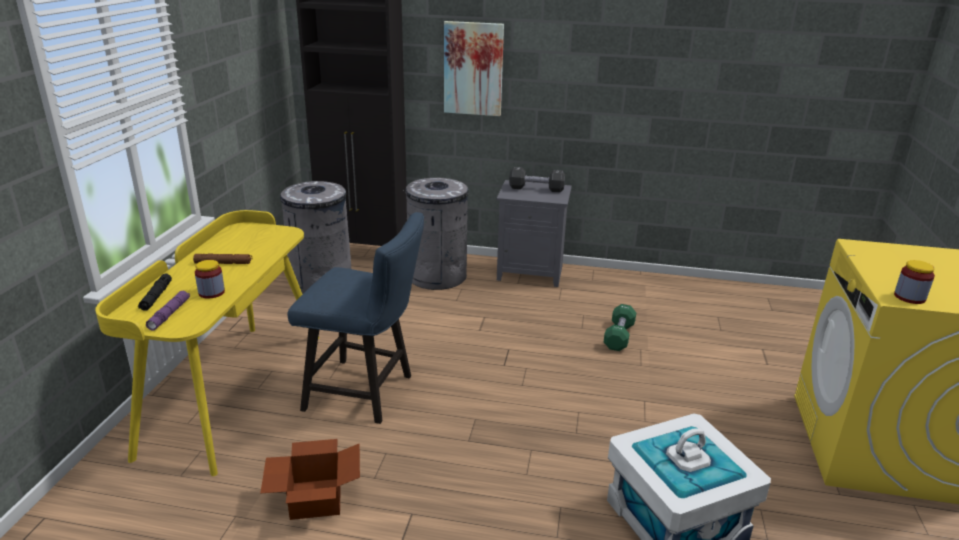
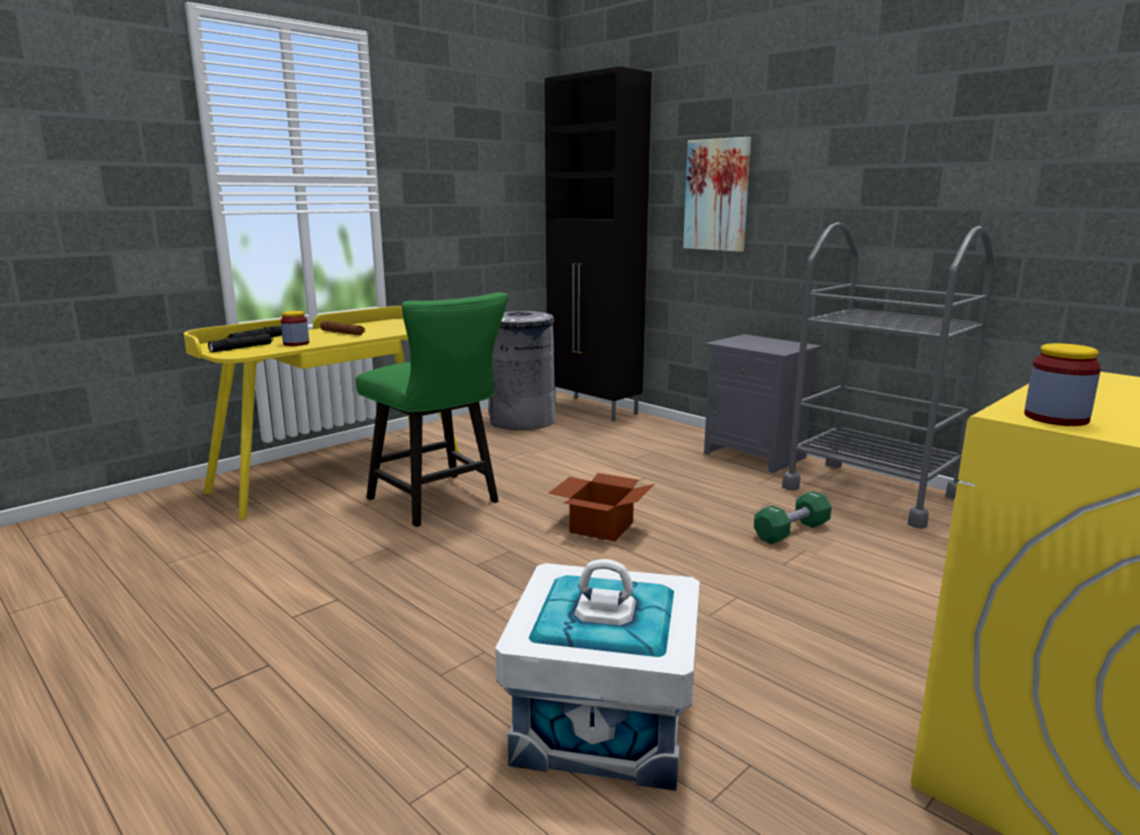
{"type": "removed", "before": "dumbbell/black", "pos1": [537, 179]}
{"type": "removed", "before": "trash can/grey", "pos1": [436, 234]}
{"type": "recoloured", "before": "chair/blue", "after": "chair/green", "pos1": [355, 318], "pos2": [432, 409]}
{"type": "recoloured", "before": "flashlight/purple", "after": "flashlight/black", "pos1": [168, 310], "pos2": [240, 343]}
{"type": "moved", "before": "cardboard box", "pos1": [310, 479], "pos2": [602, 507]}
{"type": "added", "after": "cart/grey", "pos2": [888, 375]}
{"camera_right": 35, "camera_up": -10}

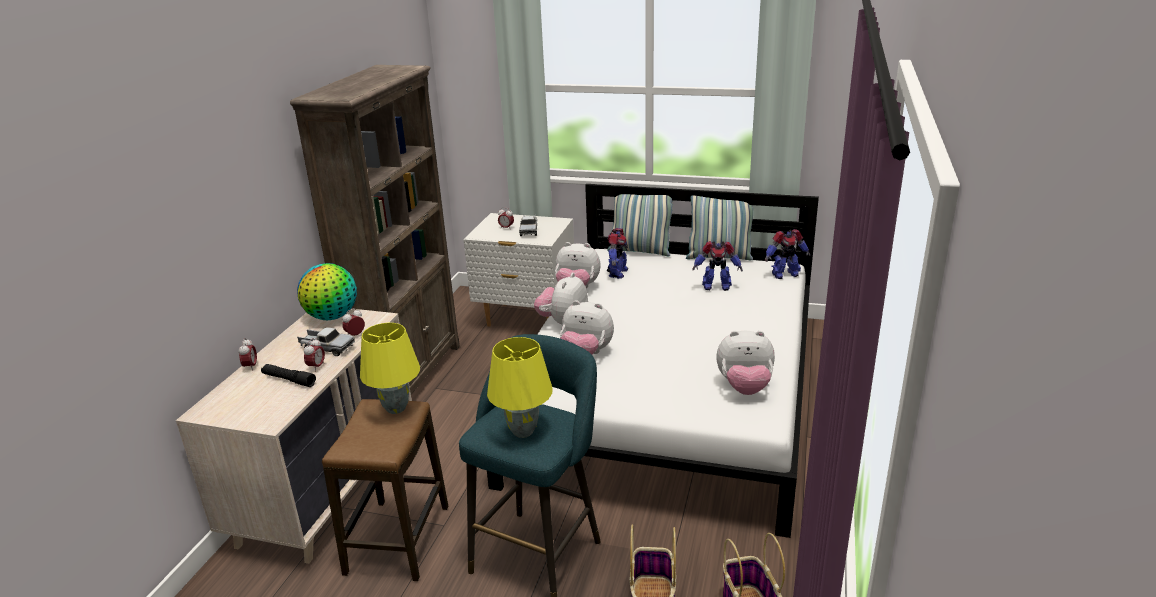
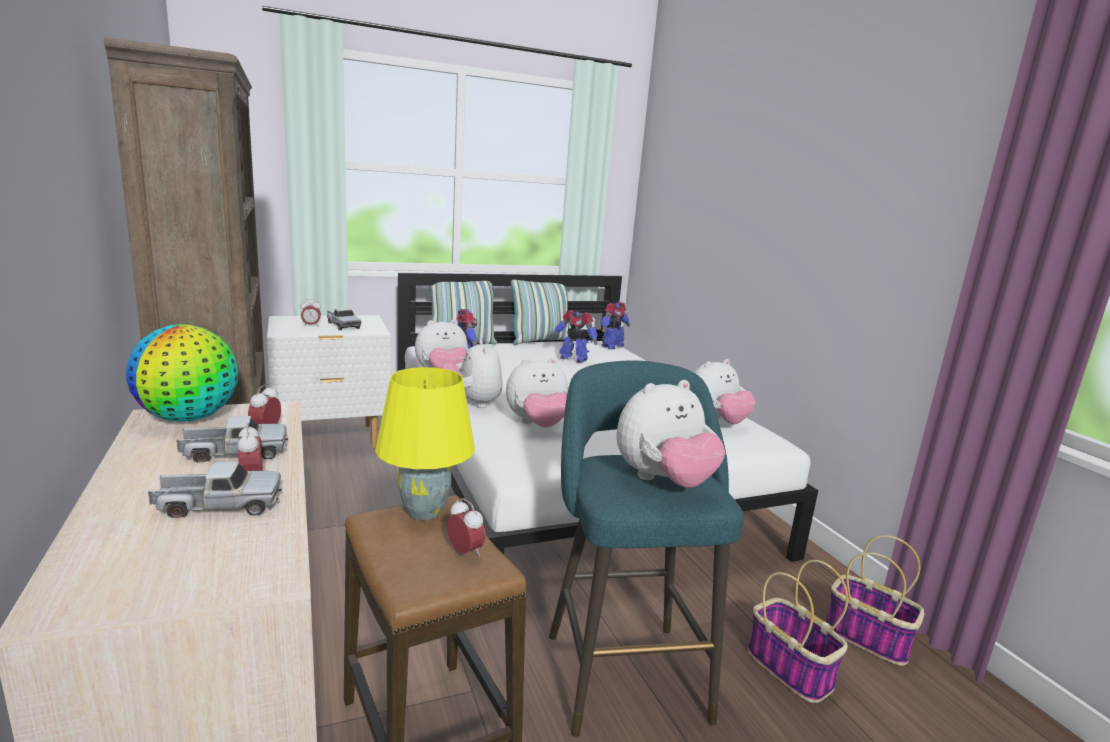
{"type": "turned", "before": "toy robot", "pos1": [718, 266], "pos2": [574, 336], "turn": 60}
{"type": "replaced", "before": "table lamp/yellow", "after": "plush toy", "pos1": [520, 387], "pos2": [671, 434]}
{"type": "moved", "before": "alarm clock", "pos1": [248, 354], "pos2": [466, 527]}
{"type": "replaced", "before": "flashlight/black", "after": "toy truck", "pos1": [288, 375], "pos2": [215, 490]}
{"camera_right": -40, "camera_up": -10}

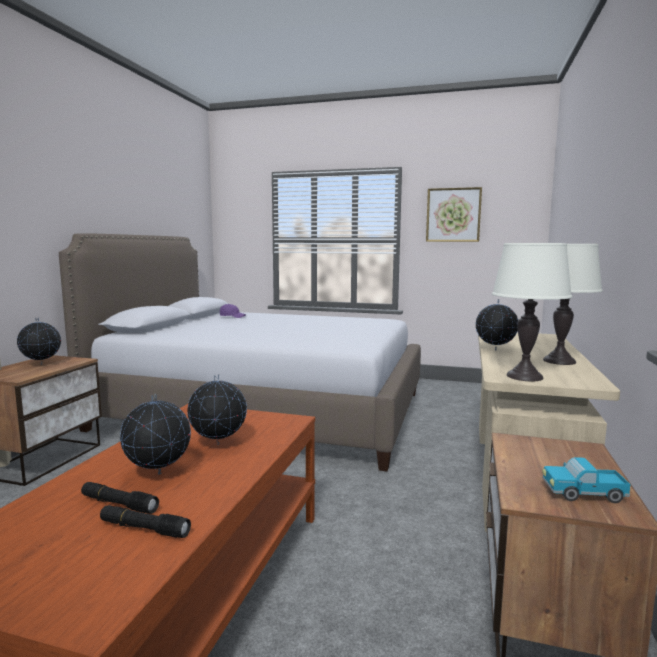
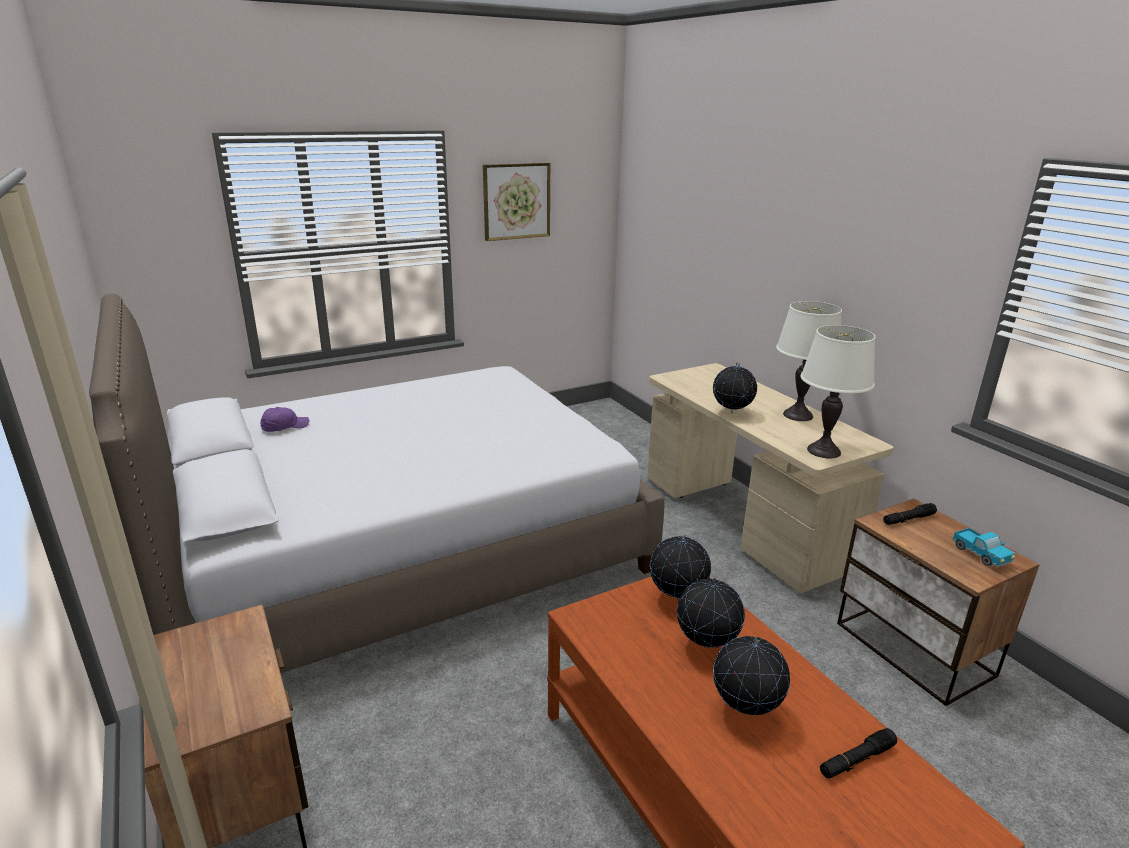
{"type": "moved", "before": "globe", "pos1": [39, 341], "pos2": [680, 566]}
{"type": "turned", "before": "toy truck", "pos1": [586, 480], "pos2": [983, 547], "turn": -75}
{"type": "moved", "before": "flashlight/black", "pos1": [120, 498], "pos2": [910, 514]}
{"camera_right": -45, "camera_up": 15}

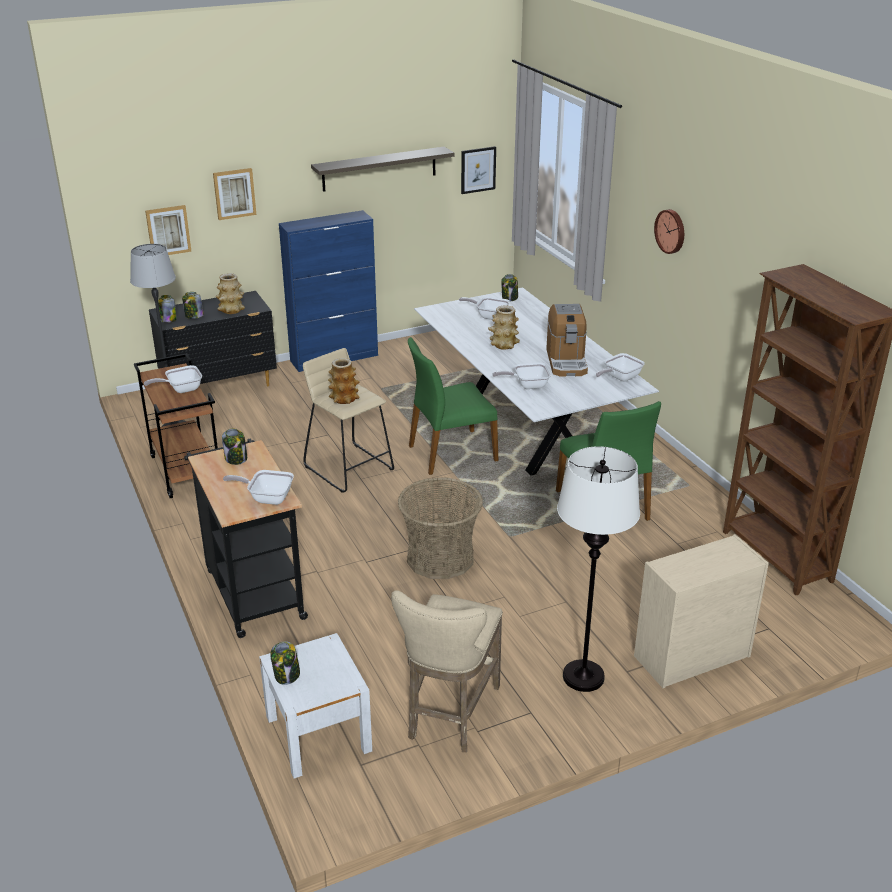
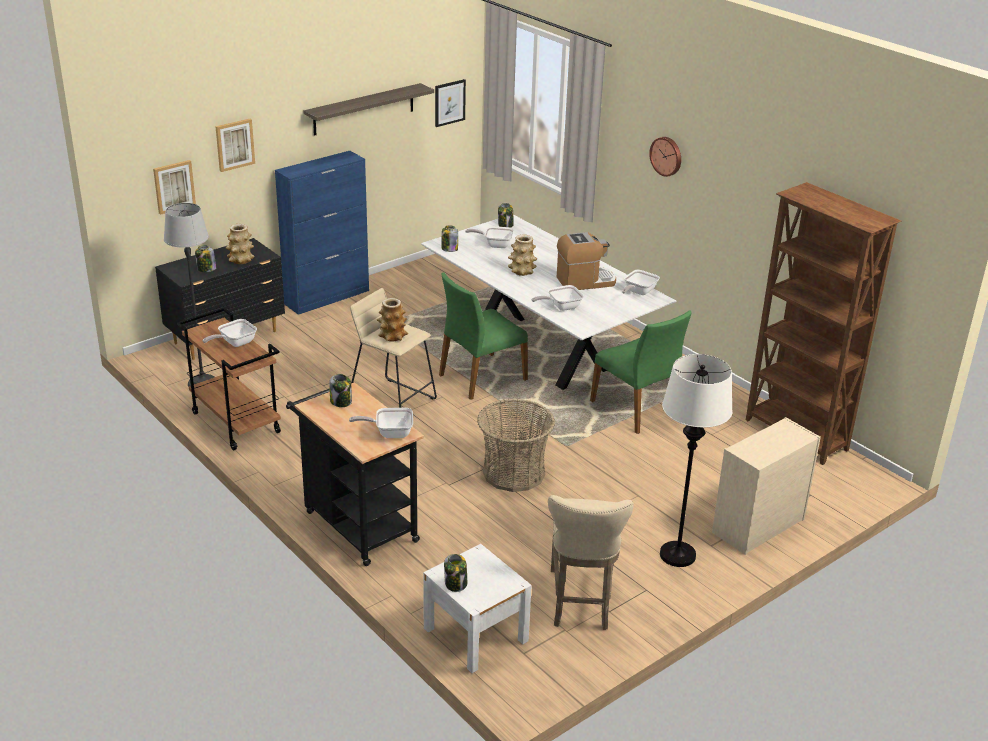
{"type": "moved", "before": "jar", "pos1": [167, 309], "pos2": [449, 238]}
{"type": "turned", "before": "coffee machine", "pos1": [567, 340], "pos2": [586, 261], "turn": -90}
{"camera_right": -15, "camera_up": 0}

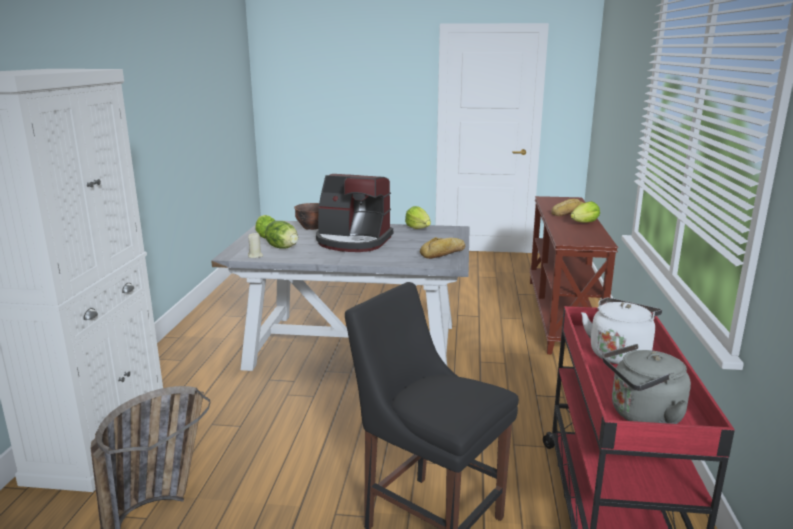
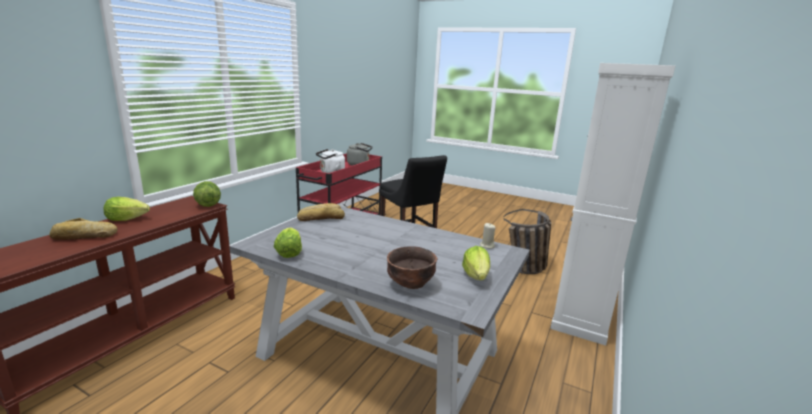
{"type": "removed", "before": "coffee machine", "pos1": [354, 213]}
{"type": "moved", "before": "lettuce", "pos1": [281, 235], "pos2": [207, 194]}
{"camera_right": -160, "camera_up": 0}

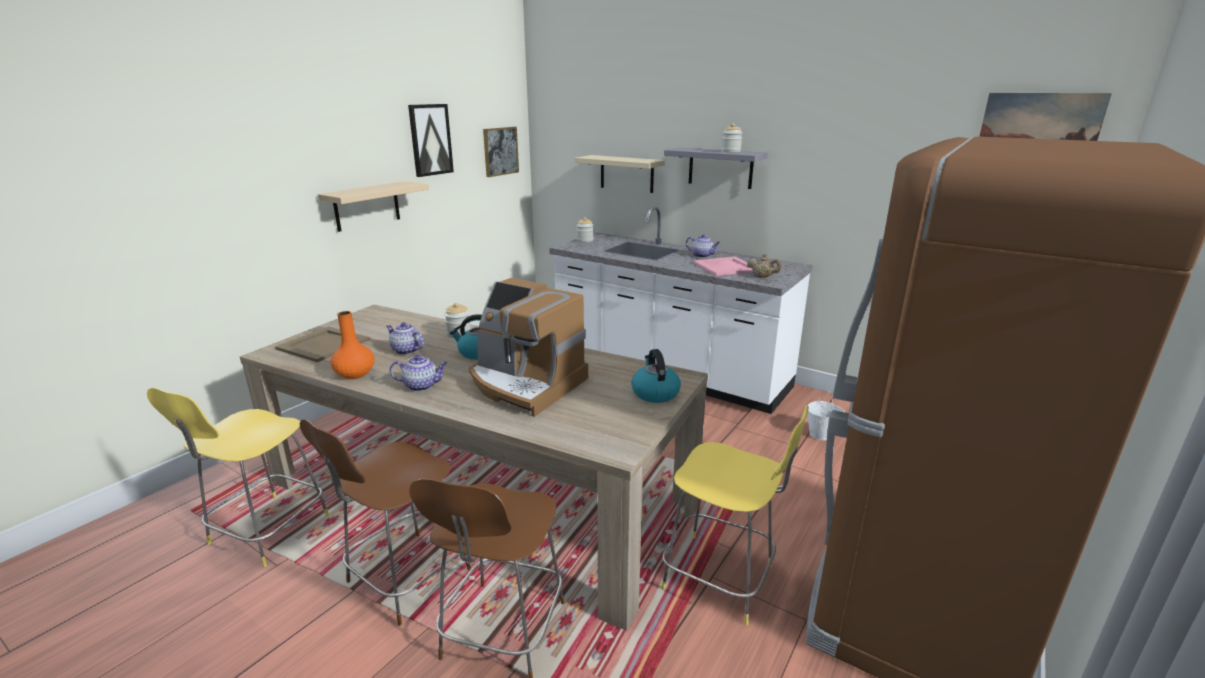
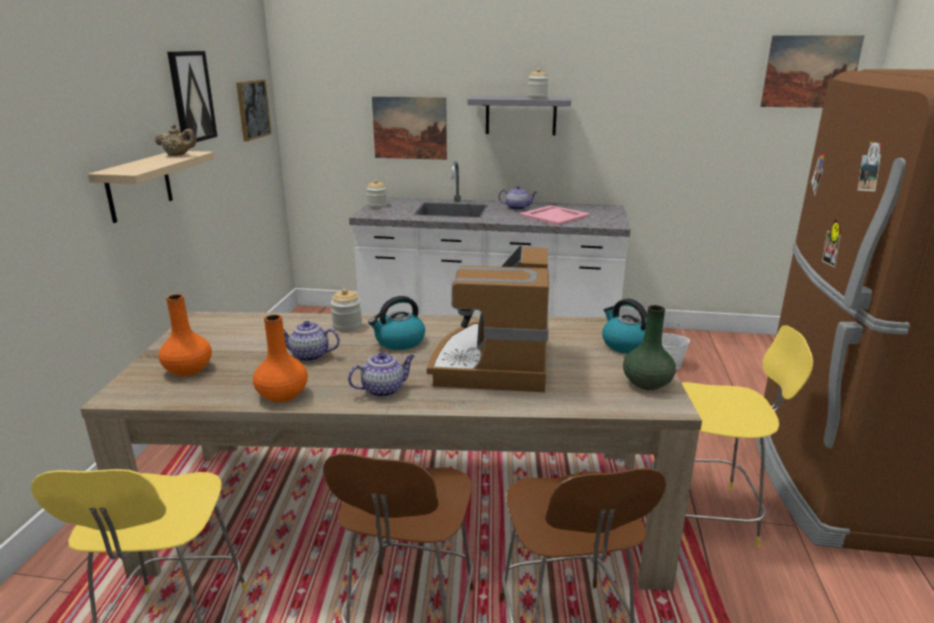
{"type": "replaced", "before": "shelf/beige", "after": "picture", "pos1": [620, 174], "pos2": [409, 128]}
{"type": "moved", "before": "teapot/beige", "pos1": [764, 265], "pos2": [175, 140]}
{"type": "turned", "before": "coffee machine", "pos1": [528, 347], "pos2": [488, 318], "turn": 90}
{"type": "replaced", "before": "tray/beige", "after": "vase/orange", "pos1": [322, 344], "pos2": [185, 335]}
{"type": "added", "after": "vase/green", "pos2": [649, 347]}
{"camera_right": -25, "camera_up": 0}

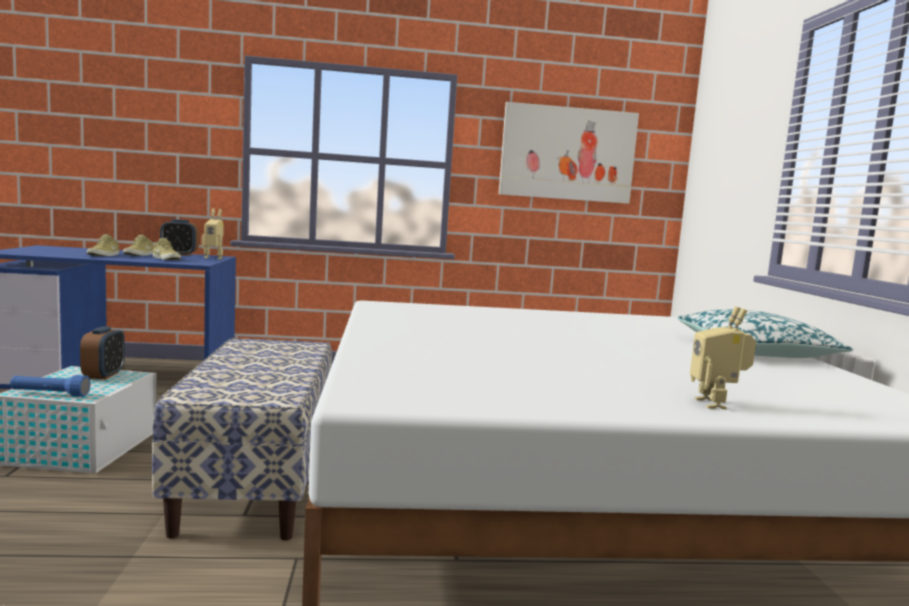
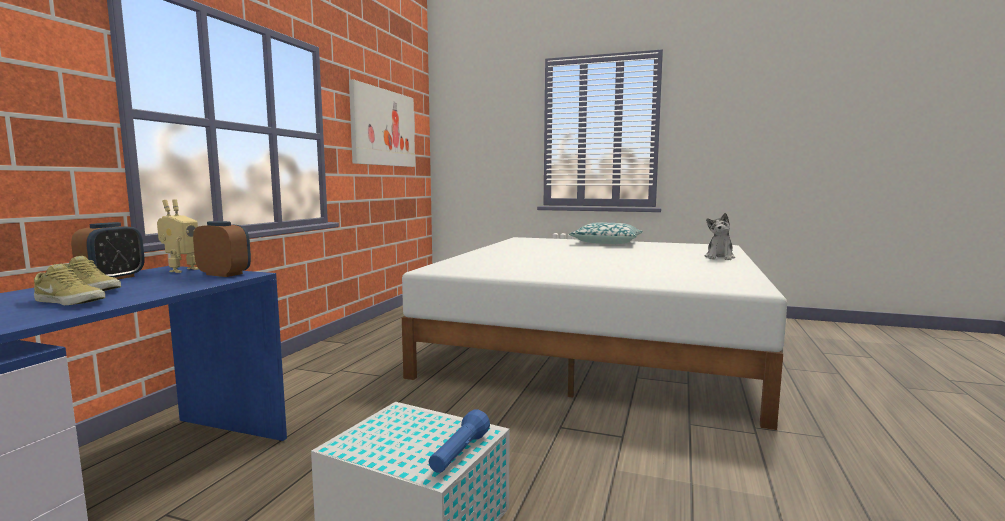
{"type": "removed", "before": "shoe/beige", "pos1": [167, 249]}
{"type": "replaced", "before": "toy robot", "after": "plush toy", "pos1": [723, 357], "pos2": [720, 236]}
{"type": "moved", "before": "alarm clock", "pos1": [102, 352], "pos2": [222, 249]}
{"type": "removed", "before": "bench", "pos1": [242, 439]}
{"camera_right": -65, "camera_up": 0}

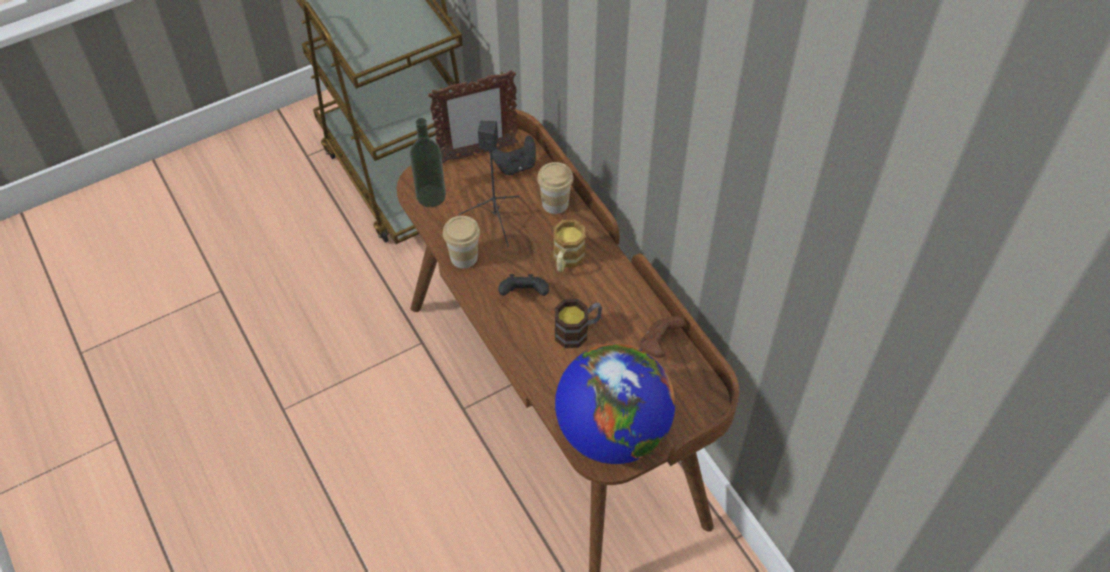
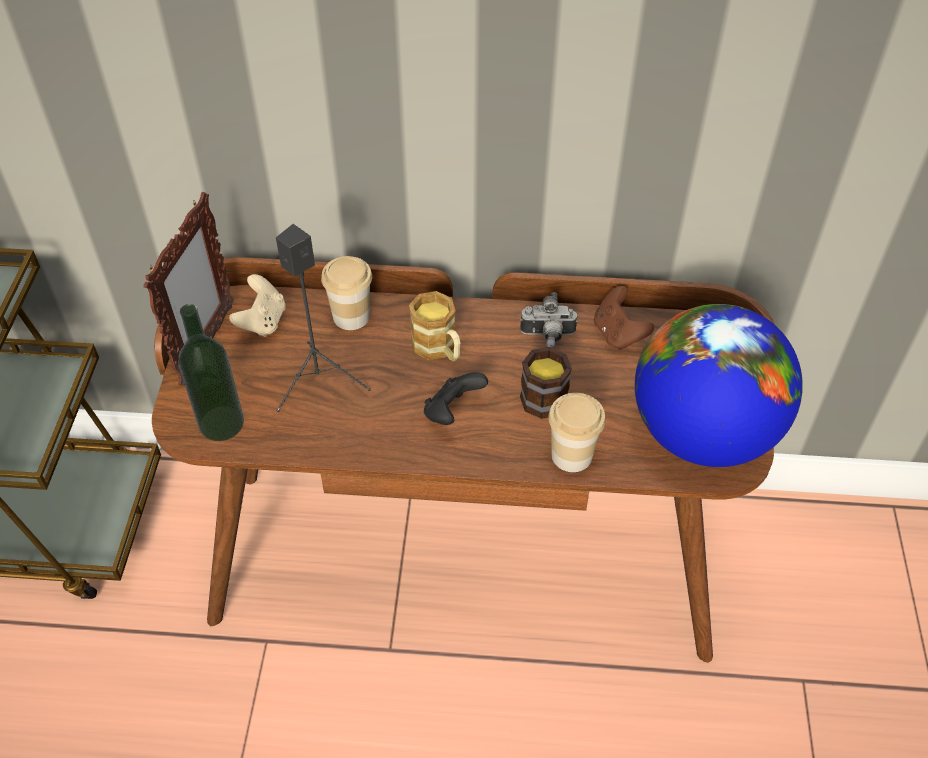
{"type": "recoloured", "before": "game controller/black", "after": "game controller/beige", "pos1": [514, 155], "pos2": [257, 305]}
{"type": "moved", "before": "cup", "pos1": [461, 242], "pos2": [577, 432]}
{"type": "added", "after": "photo camera", "pos2": [549, 317]}
{"camera_right": -55, "camera_up": -5}

